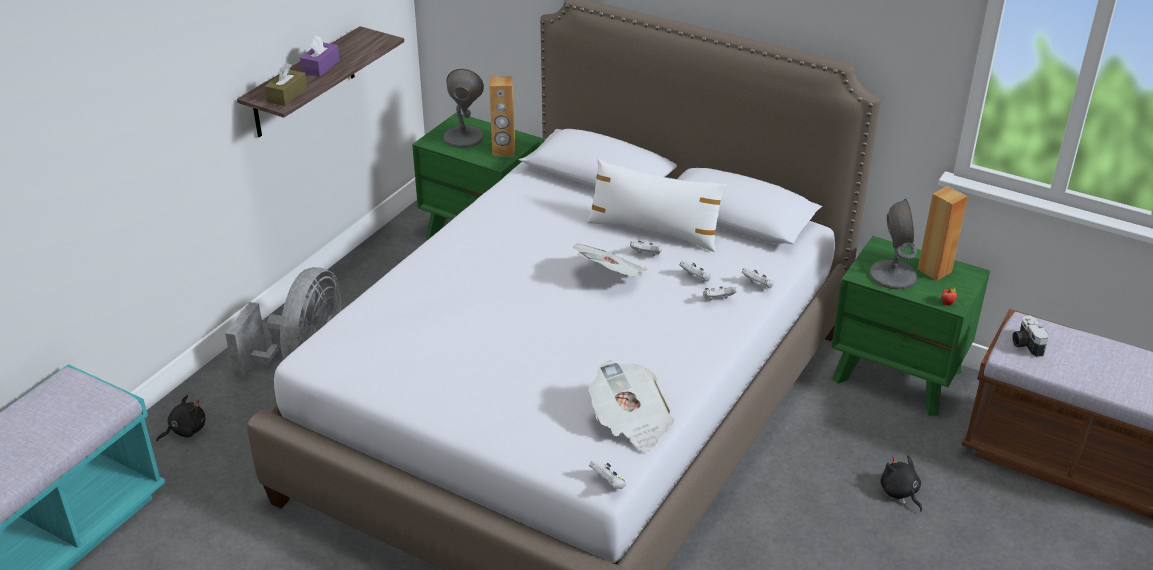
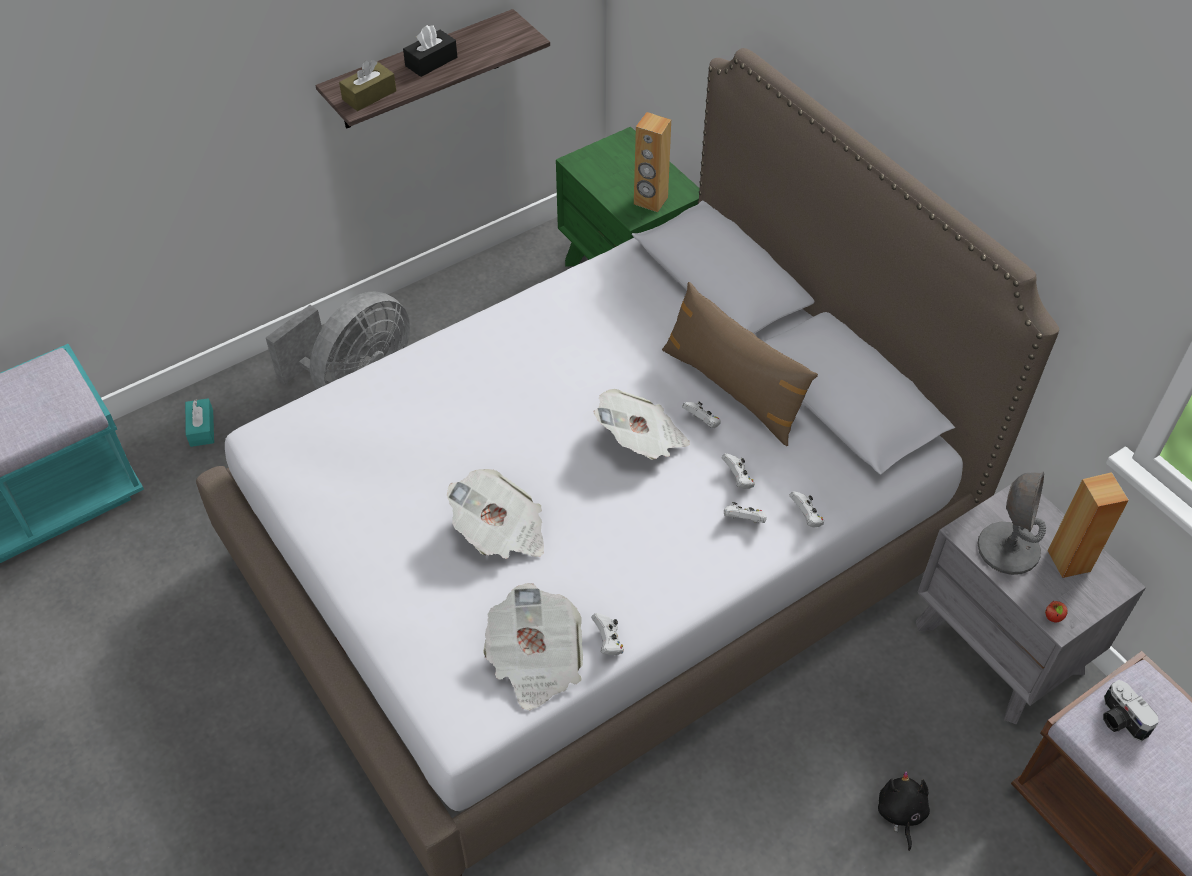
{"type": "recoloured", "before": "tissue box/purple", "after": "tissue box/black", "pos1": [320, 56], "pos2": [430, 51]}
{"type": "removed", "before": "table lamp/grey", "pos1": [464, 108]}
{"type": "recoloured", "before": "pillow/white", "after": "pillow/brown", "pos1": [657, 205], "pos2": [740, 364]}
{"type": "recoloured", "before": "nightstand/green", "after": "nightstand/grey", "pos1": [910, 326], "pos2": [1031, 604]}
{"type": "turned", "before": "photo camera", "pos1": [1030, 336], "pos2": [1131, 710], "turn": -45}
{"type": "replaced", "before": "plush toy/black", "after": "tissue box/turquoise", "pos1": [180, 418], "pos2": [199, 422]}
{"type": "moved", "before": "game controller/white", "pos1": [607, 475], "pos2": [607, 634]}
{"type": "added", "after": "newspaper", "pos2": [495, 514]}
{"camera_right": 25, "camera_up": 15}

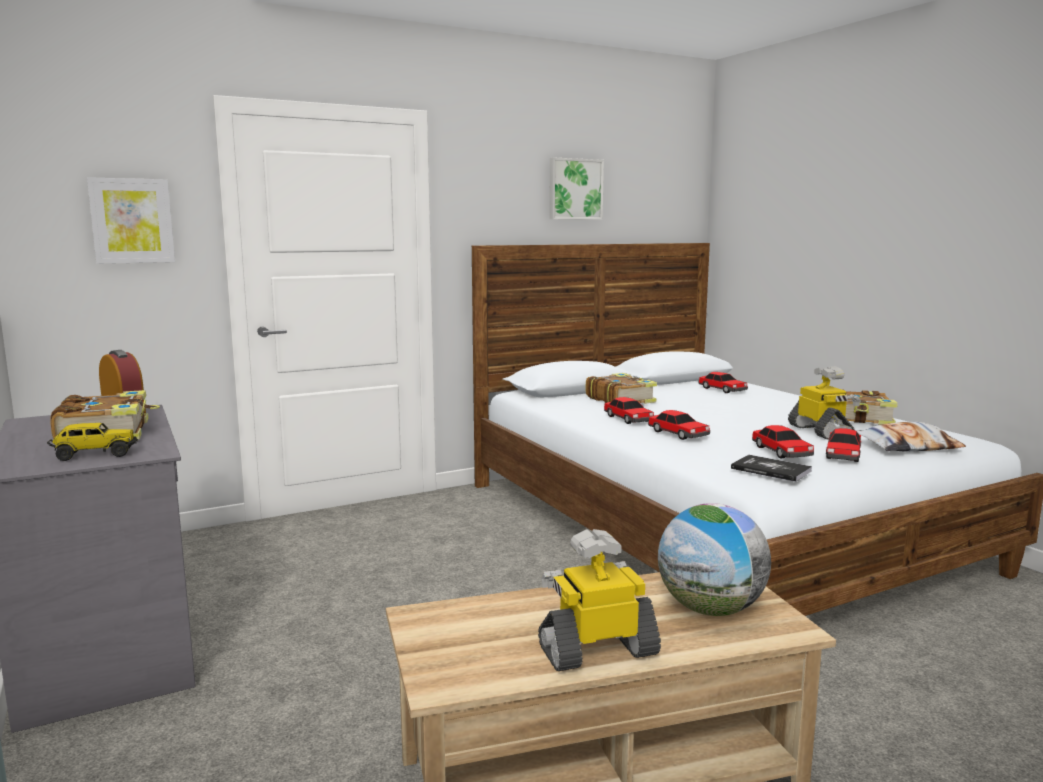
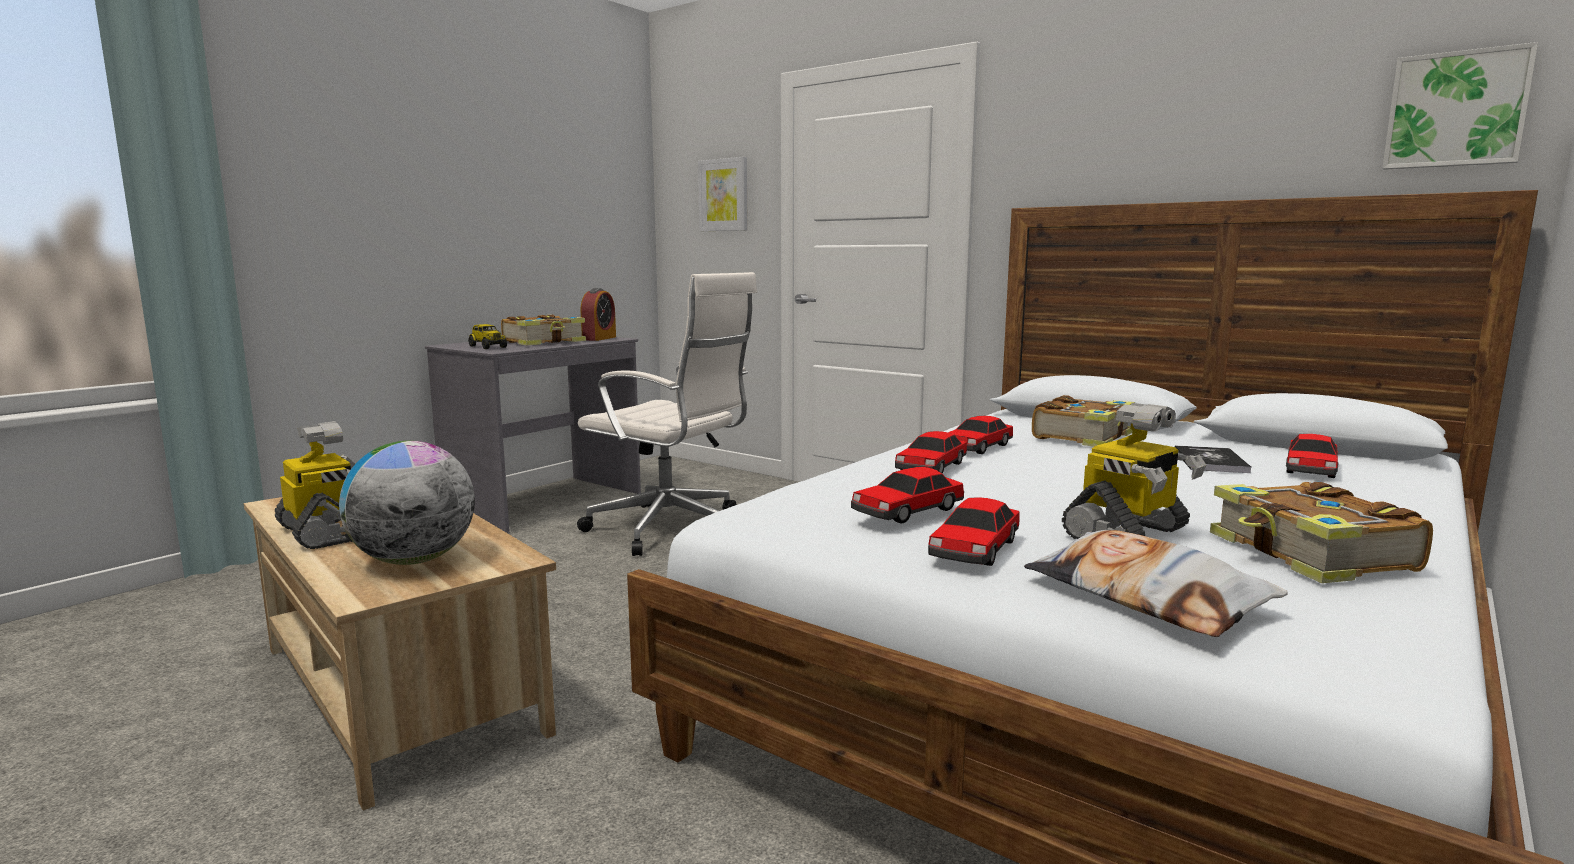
{"type": "moved", "before": "picture", "pos1": [576, 188], "pos2": [1460, 106]}
{"type": "turned", "before": "toy car", "pos1": [843, 445], "pos2": [974, 531], "turn": -60}
{"type": "moved", "before": "book", "pos1": [771, 468], "pos2": [1213, 459]}
{"type": "added", "after": "office chair/white", "pos2": [667, 414]}
{"camera_right": 65, "camera_up": 0}

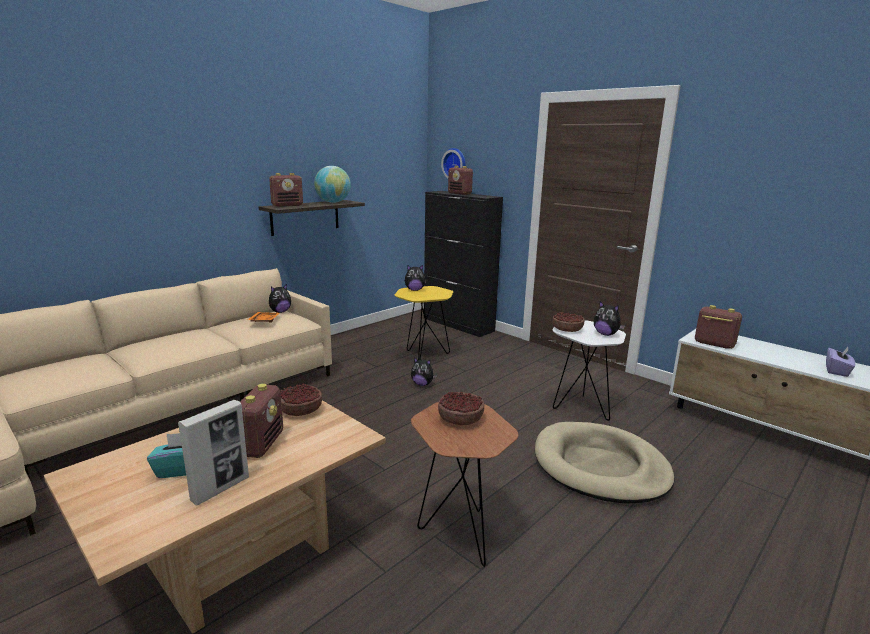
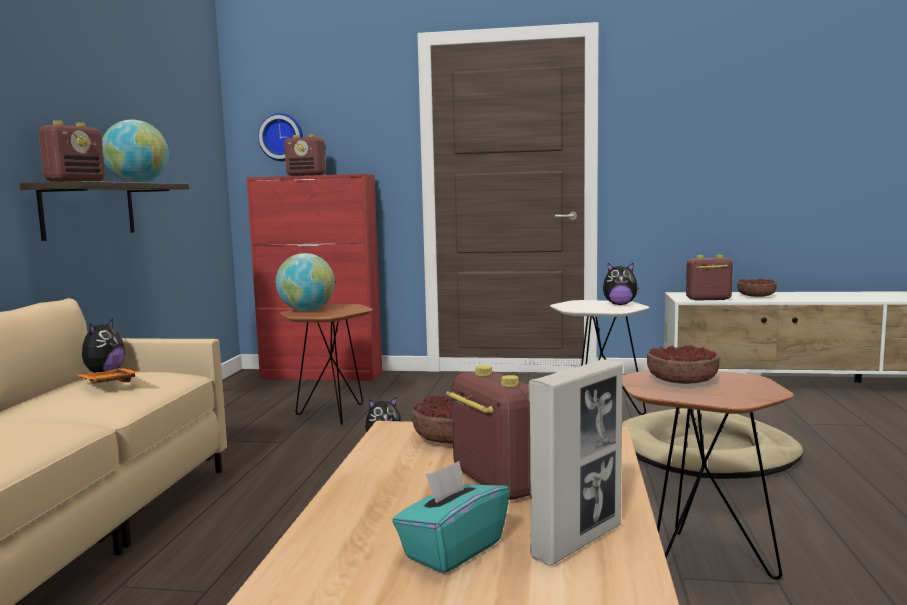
{"type": "recoloured", "before": "cabinet/black", "after": "cabinet/red", "pos1": [463, 264], "pos2": [314, 277]}
{"type": "replaced", "before": "plush toy", "after": "globe", "pos1": [415, 278], "pos2": [305, 282]}
{"type": "recoloured", "before": "side table/yellow", "after": "side table/brown", "pos1": [424, 323], "pos2": [326, 364]}
{"type": "moved", "before": "bowl", "pos1": [569, 322], "pos2": [757, 288]}
{"type": "removed", "before": "tissue box/purple", "pos1": [840, 362]}
{"type": "turned", "before": "picture frame", "pos1": [213, 453], "pos2": [576, 462], "turn": 45}
{"camera_right": -35, "camera_up": -10}

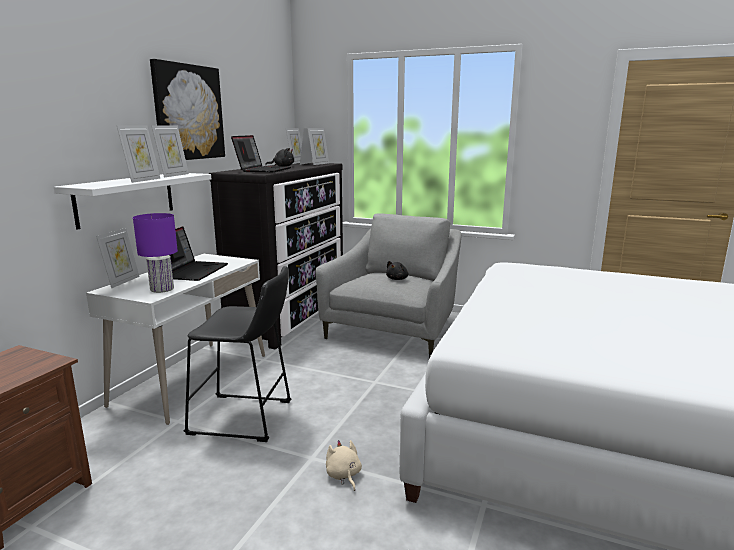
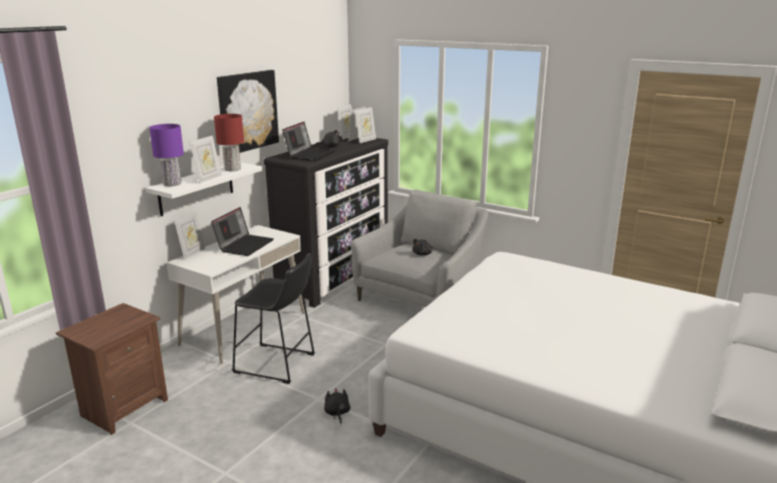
{"type": "replaced", "before": "picture frame", "after": "table lamp/red", "pos1": [170, 151], "pos2": [229, 142]}
{"type": "moved", "before": "table lamp/purple", "pos1": [155, 253], "pos2": [166, 155]}
{"type": "recoloured", "before": "plush toy/beige", "after": "plush toy/black", "pos1": [344, 465], "pos2": [337, 406]}
{"camera_right": 10, "camera_up": 5}

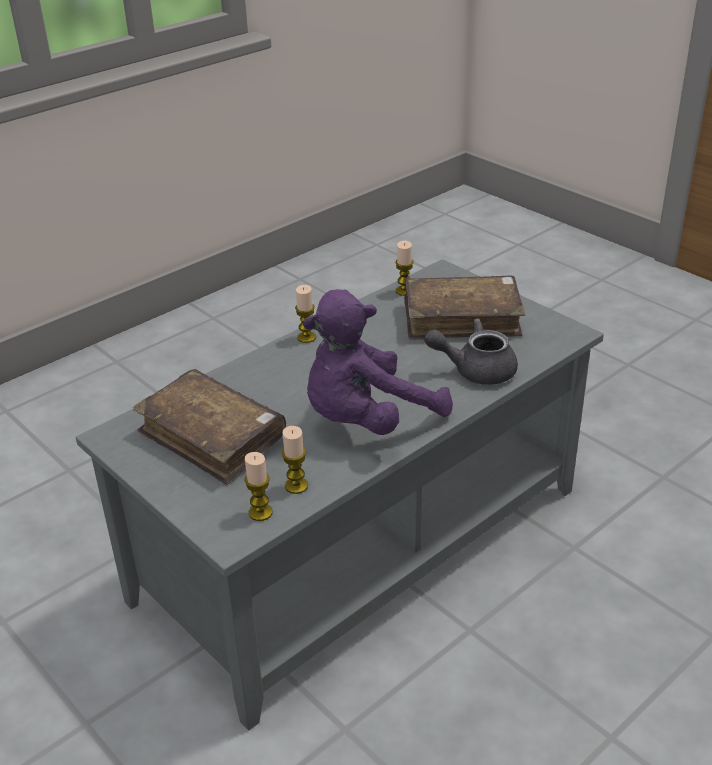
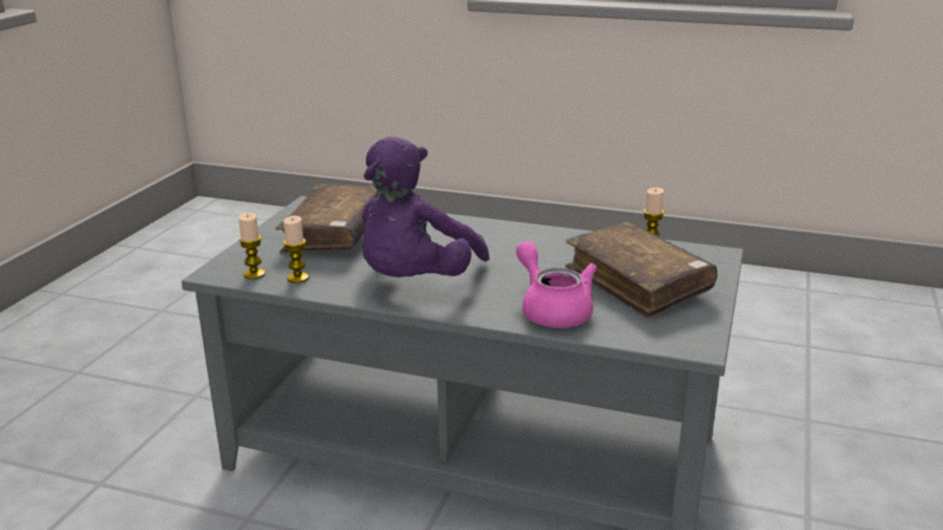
{"type": "removed", "before": "candle", "pos1": [305, 314]}
{"type": "turned", "before": "plush toy/purple", "pos1": [378, 362], "pos2": [425, 207], "turn": -90}
{"type": "recoloured", "before": "teapot/grey", "after": "teapot/pink", "pos1": [471, 351], "pos2": [556, 285]}
{"camera_right": 60, "camera_up": -10}

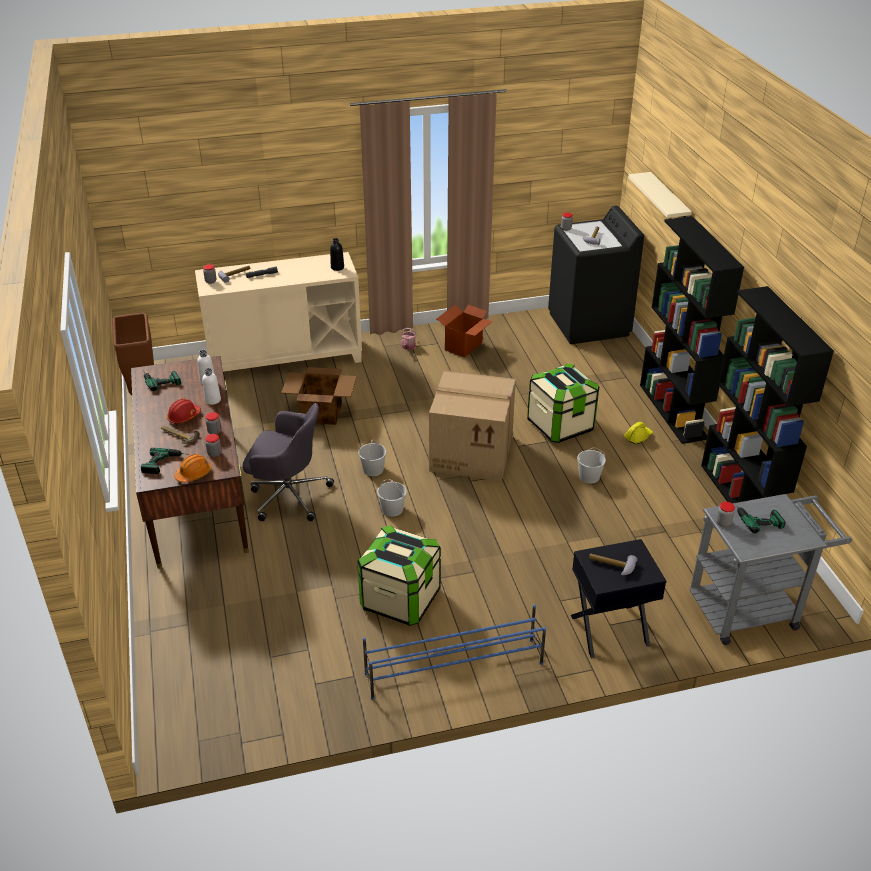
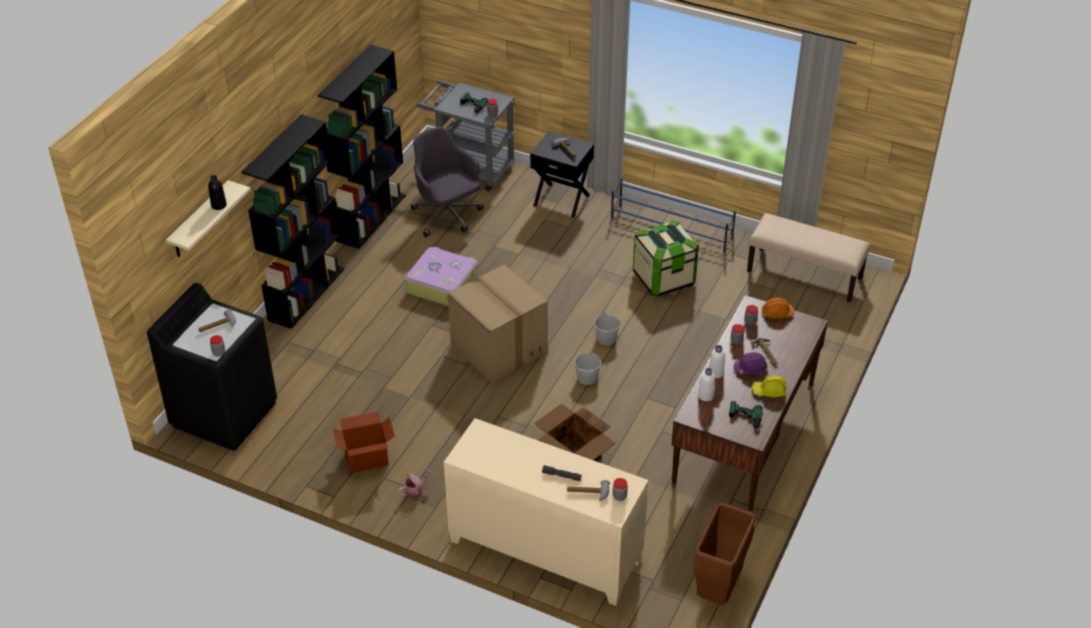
{"type": "moved", "before": "bottle/black", "pos1": [337, 254], "pos2": [217, 192]}
{"type": "removed", "before": "storage box", "pos1": [563, 403]}
{"type": "recoloured", "before": "hard hat/red", "after": "hard hat/purple", "pos1": [184, 411], "pos2": [751, 363]}
{"type": "moved", "before": "office chair/grey", "pos1": [288, 462], "pos2": [447, 182]}
{"type": "moved", "before": "hard hat/yellow", "pos1": [638, 433], "pos2": [769, 387]}
{"type": "replaced", "before": "bucket/white", "after": "suitcase", "pos1": [591, 465], "pos2": [441, 276]}
{"type": "removed", "before": "power drill", "pos1": [162, 461]}
{"type": "added", "after": "bench/beige", "pos2": [808, 258]}
{"camera_right": -140, "camera_up": 5}

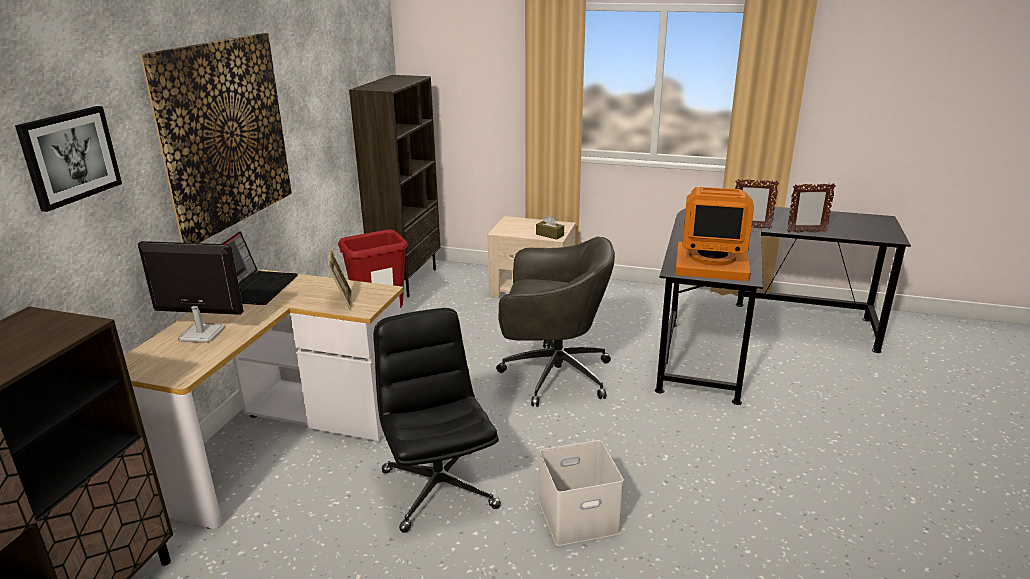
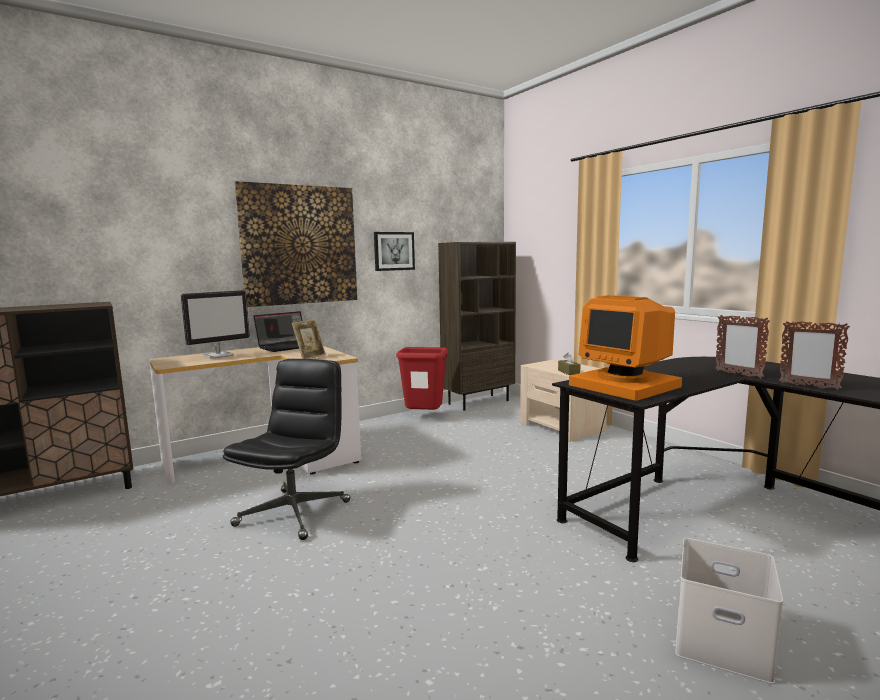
{"type": "moved", "before": "picture", "pos1": [68, 159], "pos2": [394, 251]}
{"type": "removed", "before": "office chair/grey", "pos1": [555, 322]}
{"type": "turned", "before": "monitor", "pos1": [191, 292], "pos2": [215, 324], "turn": 90}
{"type": "moved", "before": "storage box/white", "pos1": [581, 493], "pos2": [729, 611]}
{"camera_right": 40, "camera_up": -15}

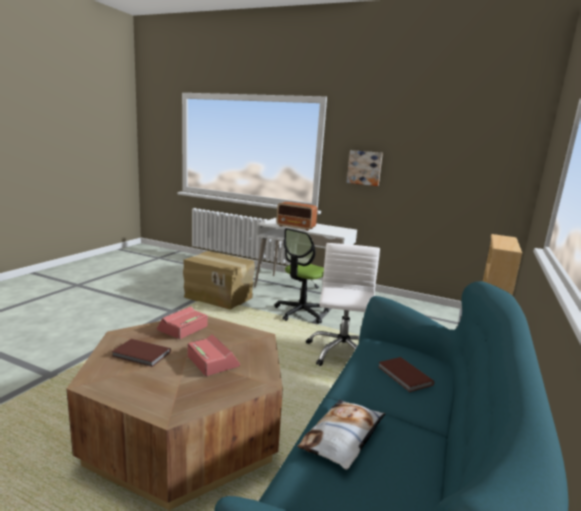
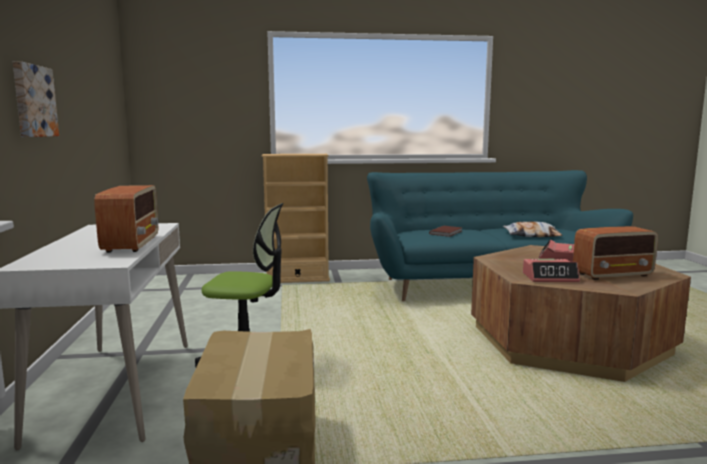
{"type": "removed", "before": "office chair/white", "pos1": [343, 304]}
{"type": "replaced", "before": "book/brown", "after": "radio", "pos1": [141, 353], "pos2": [615, 253]}
{"camera_right": -120, "camera_up": -5}

